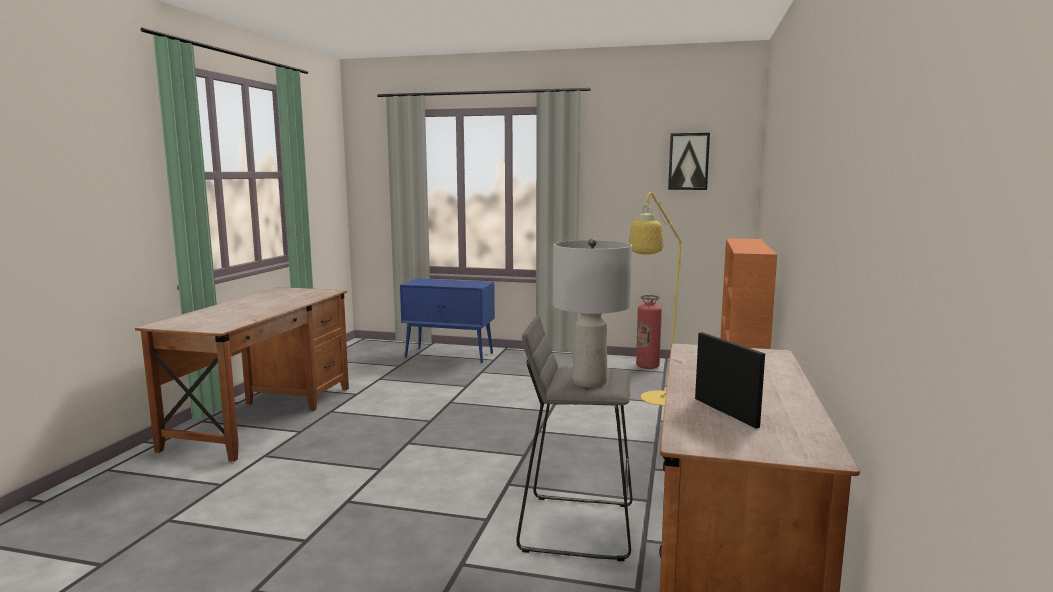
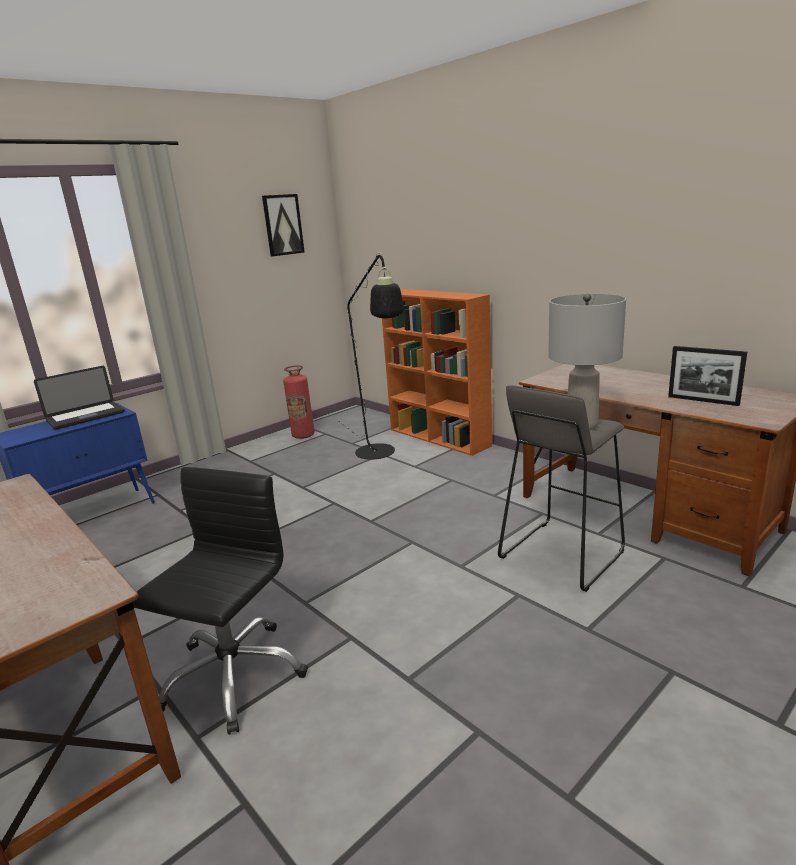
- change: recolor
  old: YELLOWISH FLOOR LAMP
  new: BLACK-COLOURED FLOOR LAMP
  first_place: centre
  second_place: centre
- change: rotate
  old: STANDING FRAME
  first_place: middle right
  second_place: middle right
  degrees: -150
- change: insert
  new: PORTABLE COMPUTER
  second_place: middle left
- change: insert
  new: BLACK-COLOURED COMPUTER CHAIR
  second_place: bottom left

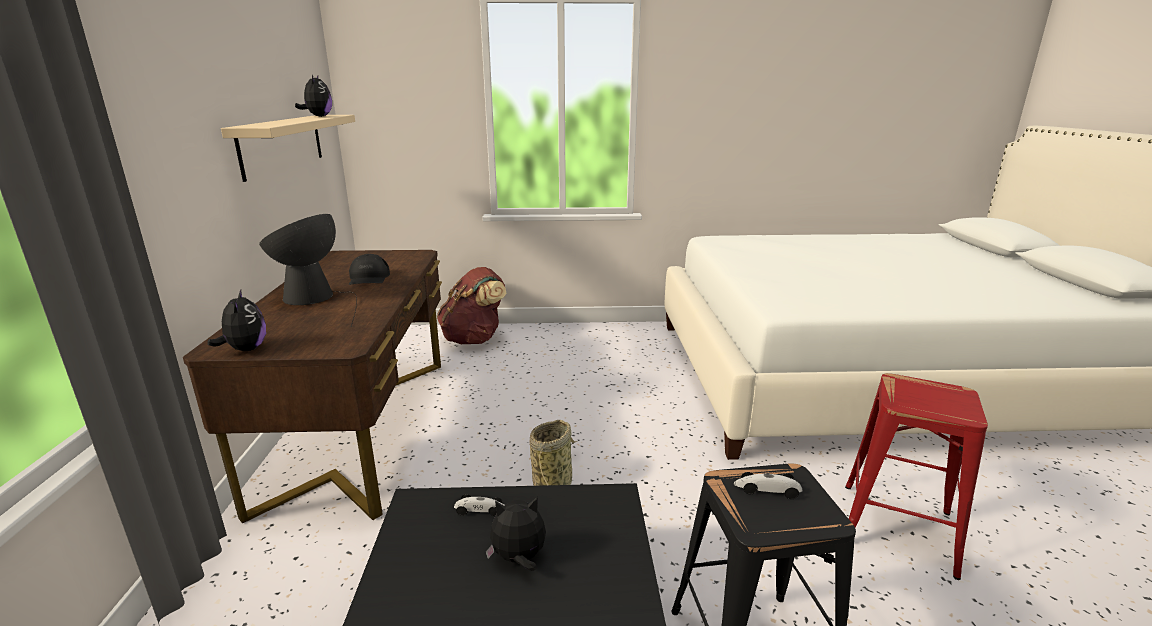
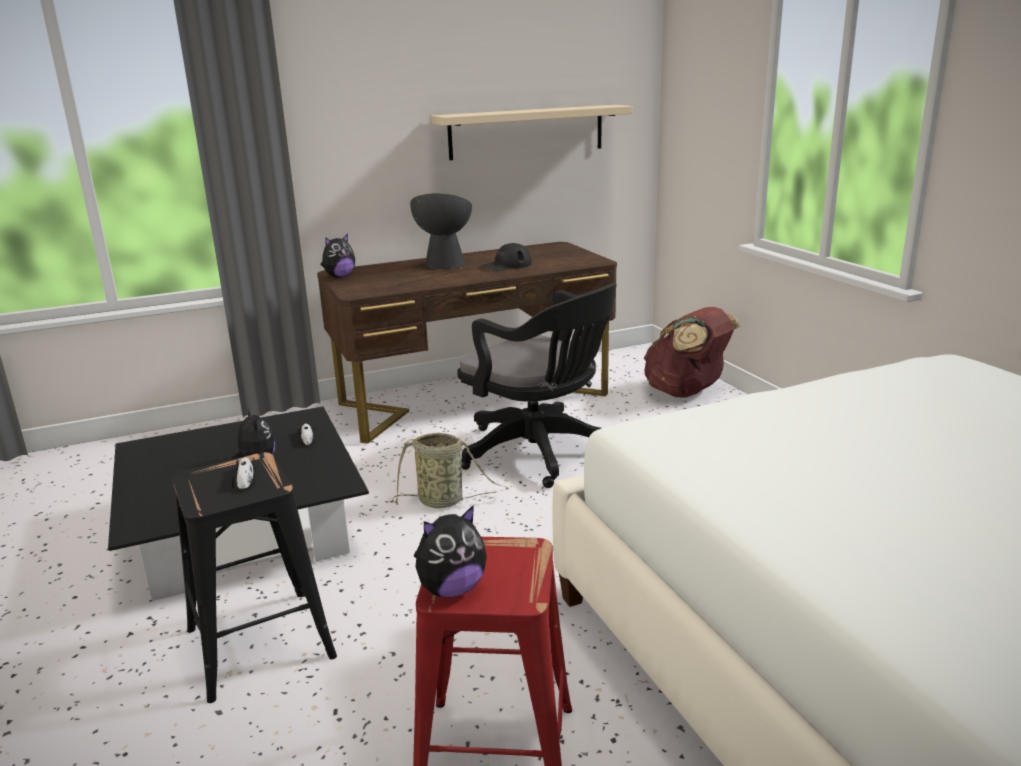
- change: move
  old: CUDDLY TOY (2nd from left in the first image)
  new: CUDDLY TOY (3rd from left)
  first_place: top left
  second_place: bottom centre
- change: insert
  new: BLACK-COLOURED COMPUTER CHAIR
  second_place: centre

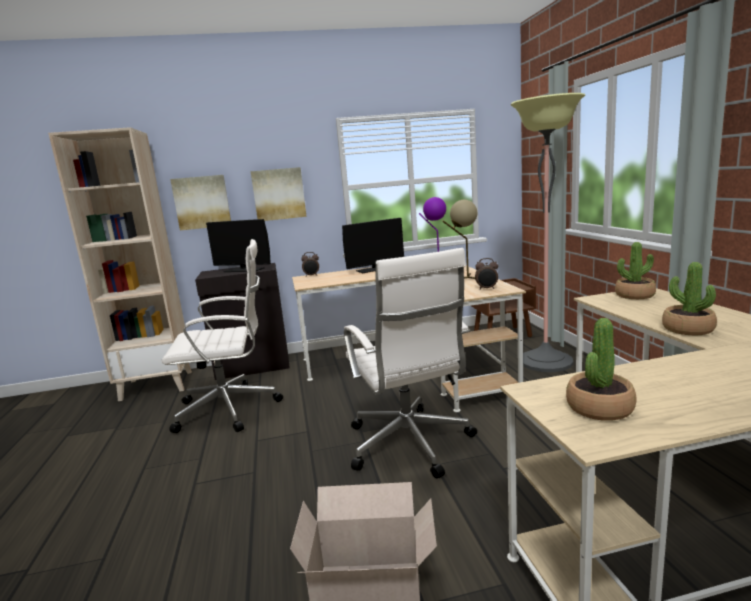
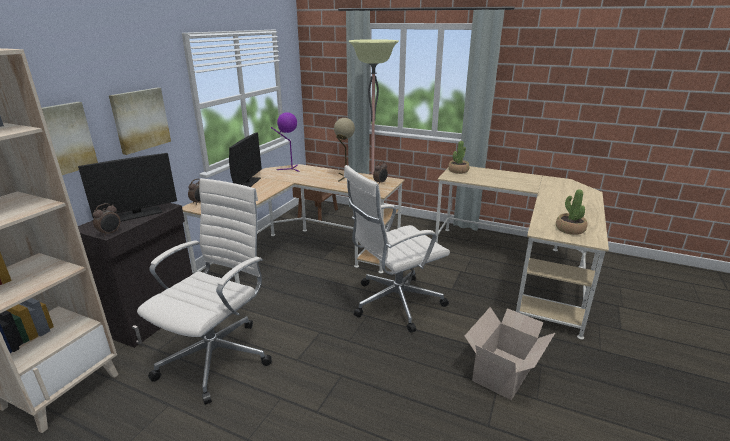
- change: rotate
  old: WHITE COMPUTER CHAIR (2nd from left)
  first_place: centre
  second_place: centre
  degrees: 135
- change: delete
  old: PLANT IN A POT (3rd from left)
  first_place: middle right
- change: insert
  new: TABLE CLOCK (1st from left)
  second_place: middle left

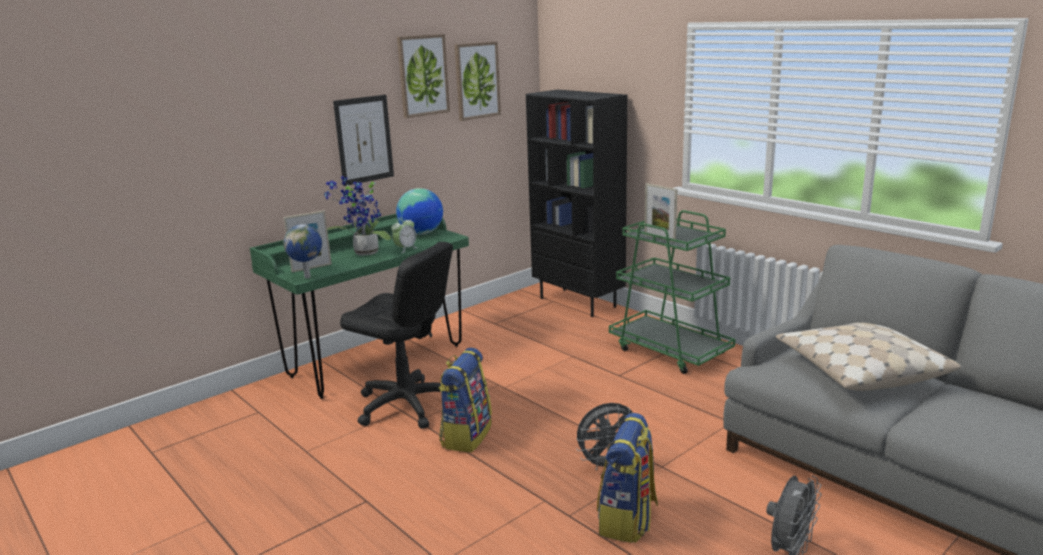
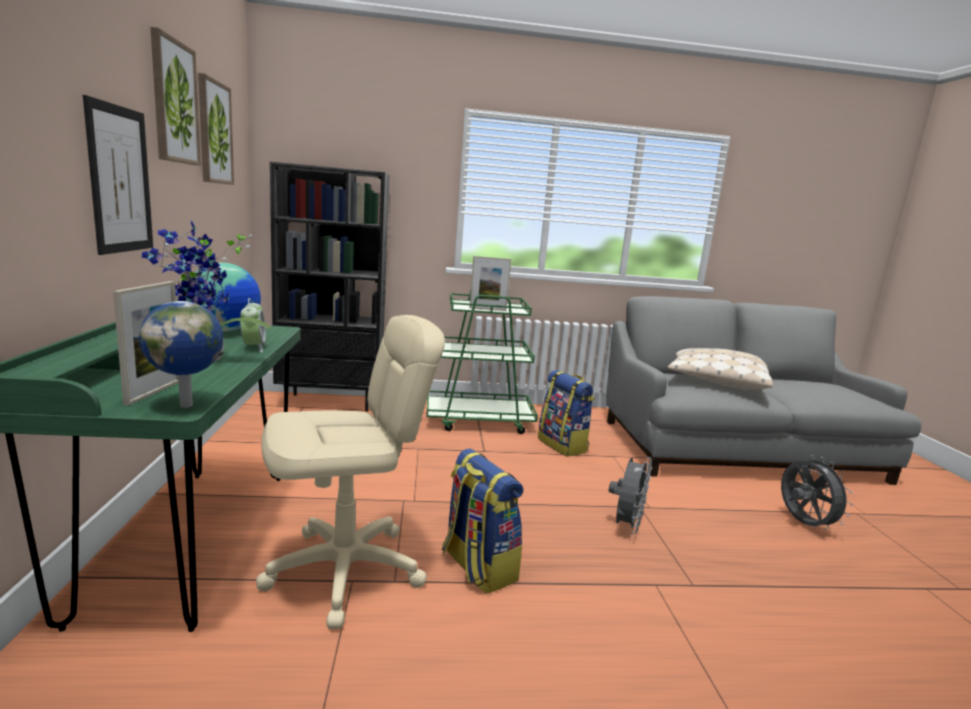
- change: recolor
  old: BLACK-COLOURED COMPUTER CHAIR
  new: SAND-COLOURED COMPUTER CHAIR
  first_place: centre
  second_place: centre
- change: move
  old: KNAPSACK (2nd from left)
  first_place: bottom centre
  second_place: centre

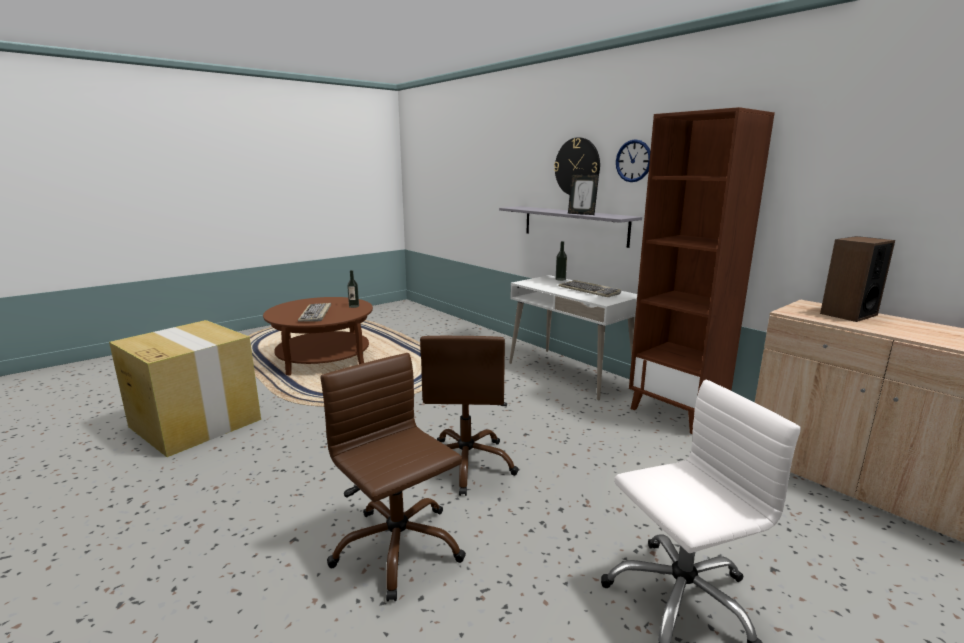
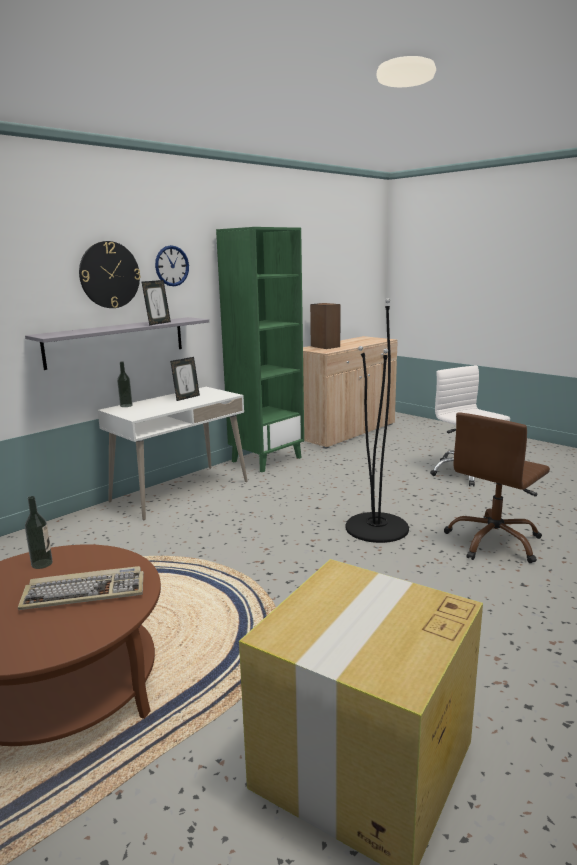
- change: recolor
  old: BROWN BOOKCASE
  new: GREENISH BOOKCASE
  first_place: middle right
  second_place: centre
- change: replace
  old: KEYBOARD (2nd from left)
  new: STANDING FRAME (2nd from left)
  first_place: centre
  second_place: middle left
- change: replace
  old: BROWN COMPUTER CHAIR (2nd from left)
  new: BLACK-COLOURED FLOOR LAMP
  first_place: centre
  second_place: centre

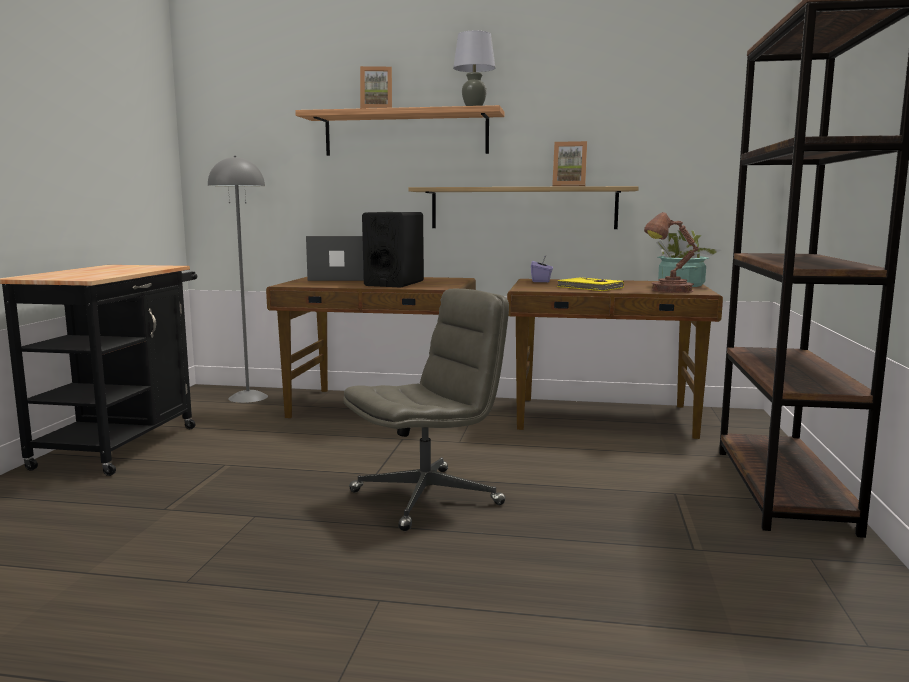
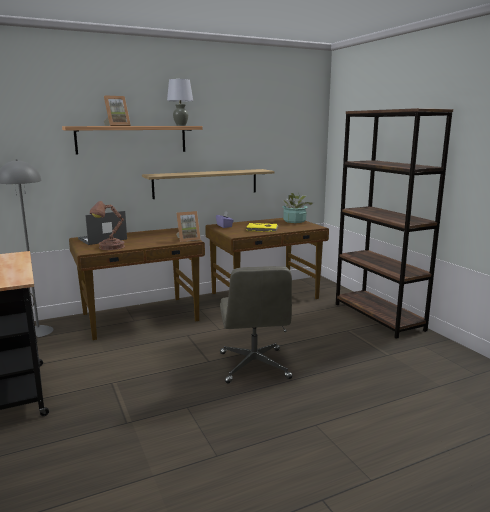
- change: move
  old: STANDING FRAME (2nd from left)
  first_place: top centre
  second_place: centre
- change: delete
  old: BLACK-COLOURED LOUDSPEAKER
  first_place: centre
- change: move
  old: BROWN LAMP FOR A TABLE
  first_place: middle right
  second_place: middle left
- change: rotate
  old: GREY COMPUTER CHAIR
  first_place: centre
  second_place: centre
  degrees: 150

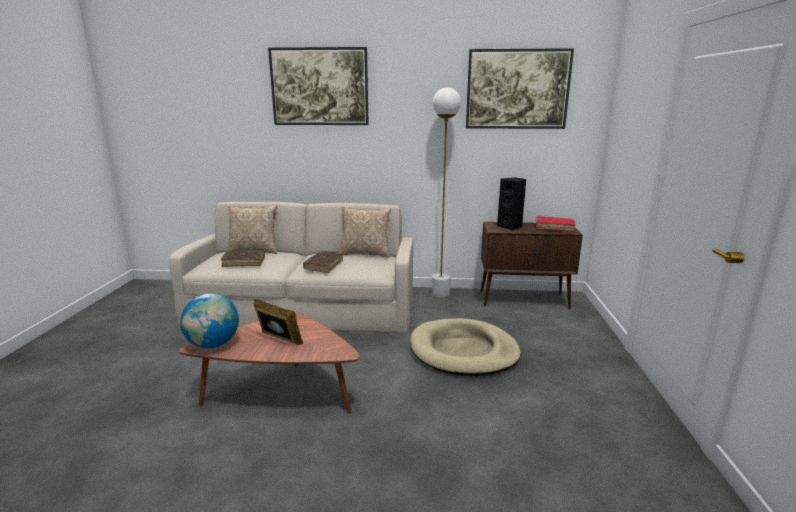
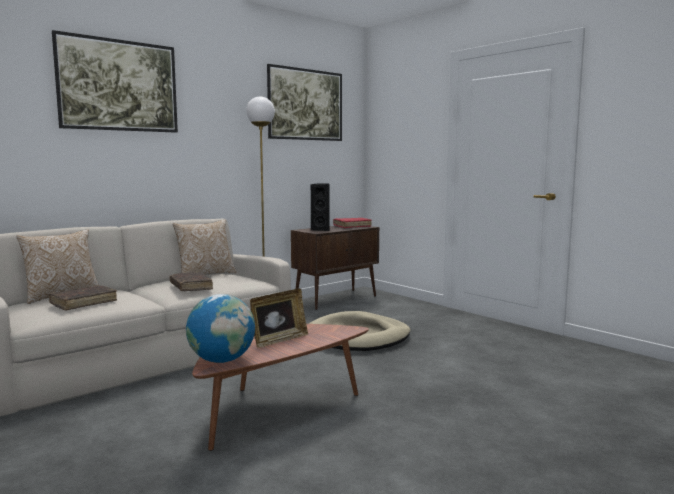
- change: rotate
  old: STANDING FRAME
  first_place: centre
  second_place: centre
  degrees: 150

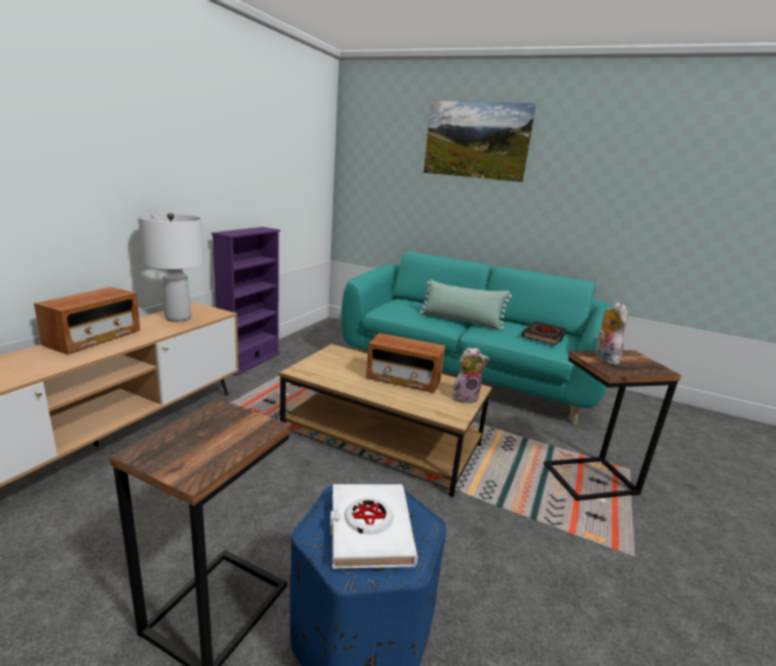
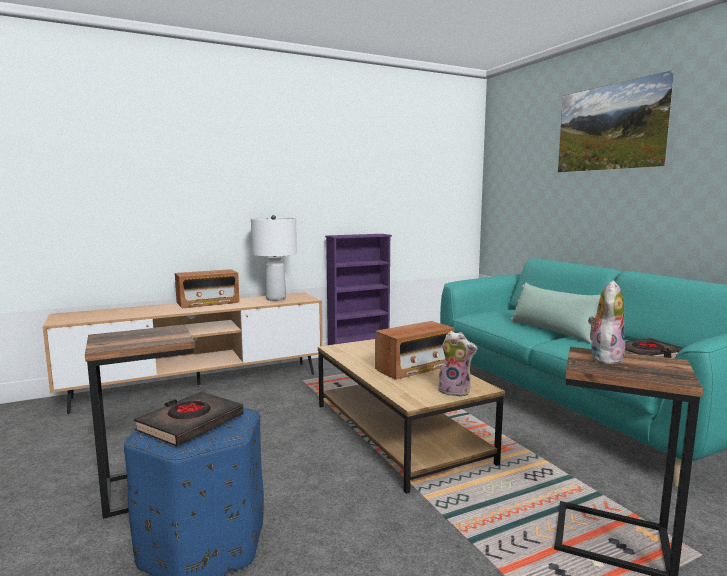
- change: rotate
  old: RADIO SET (2nd from left)
  first_place: centre
  second_place: centre
  degrees: -90
- change: recolor
  old: WHITE BOUND BOOK
  new: BLACK-COLOURED BOUND BOOK (1st from left)
  first_place: bottom centre
  second_place: bottom left

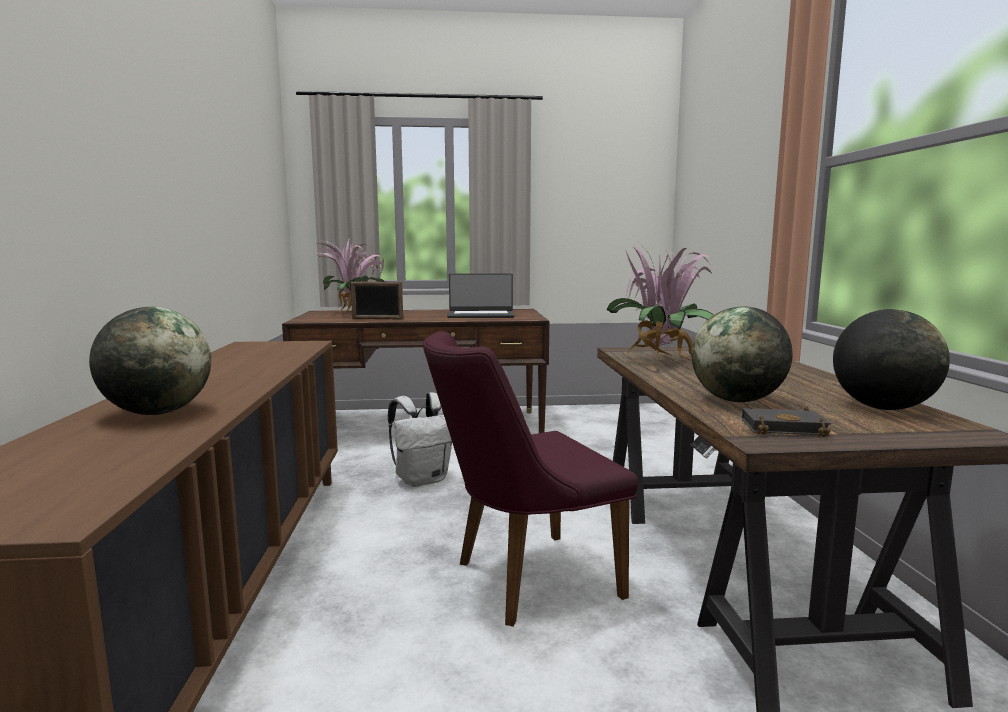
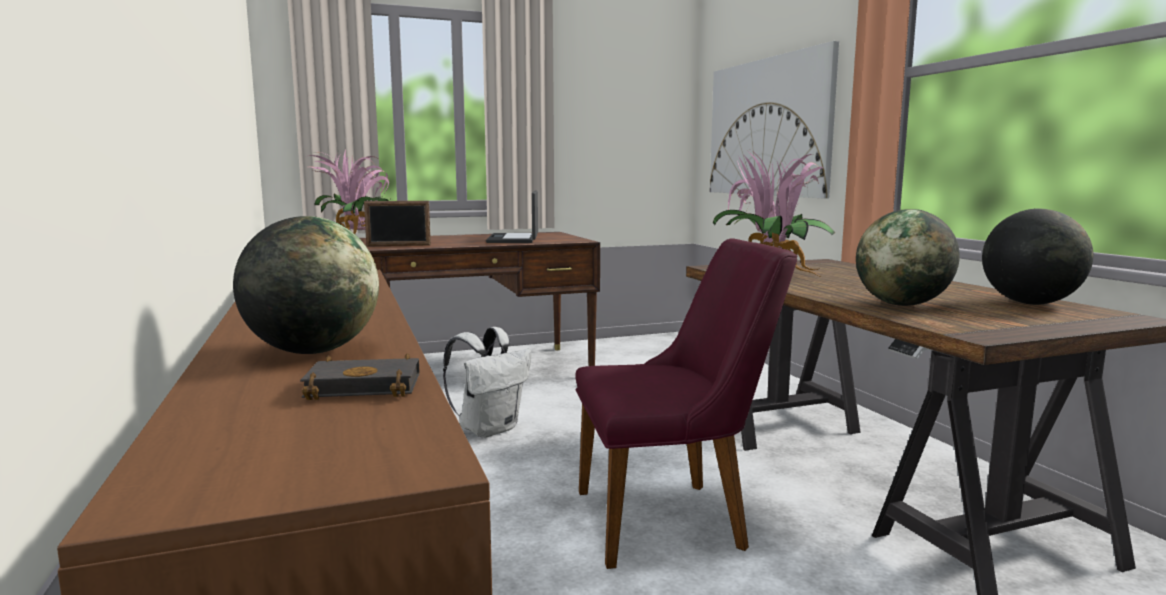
- change: rotate
  old: PORTABLE COMPUTER
  first_place: centre
  second_place: centre
  degrees: 105
- change: rotate
  old: PURPLE-COLOURED UPRIGHT CHAIR
  first_place: bottom centre
  second_place: bottom centre
  degrees: -150
- change: move
  old: BLACK-COLOURED BOUND BOOK
  first_place: middle right
  second_place: middle left
- change: insert
  new: WALL PICTURE
  second_place: top centre

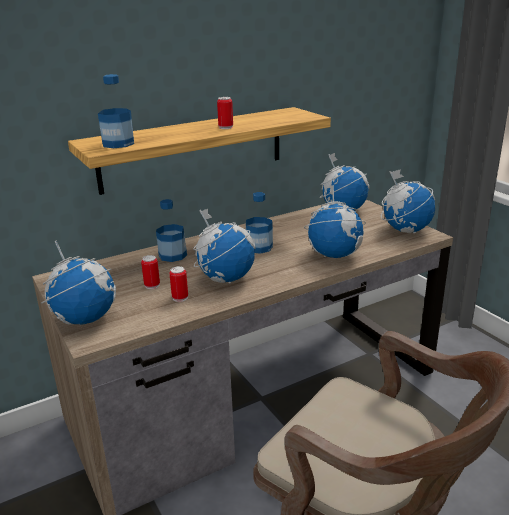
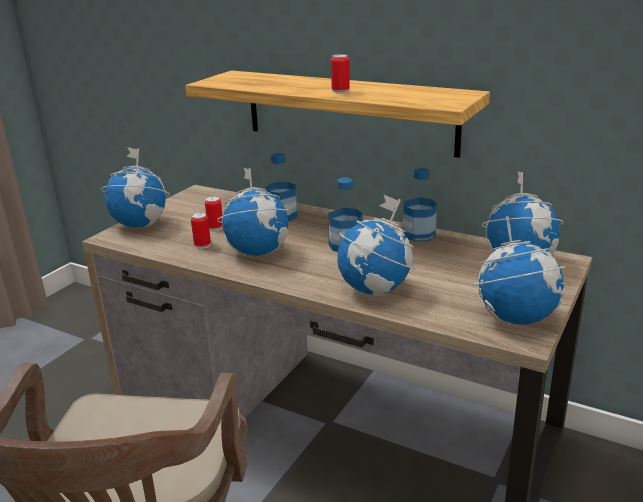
- change: move
  old: DRINK BOTTLE (1st from left in the first image)
  new: DRINK BOTTLE (3rd from left)
  first_place: top left
  second_place: centre

